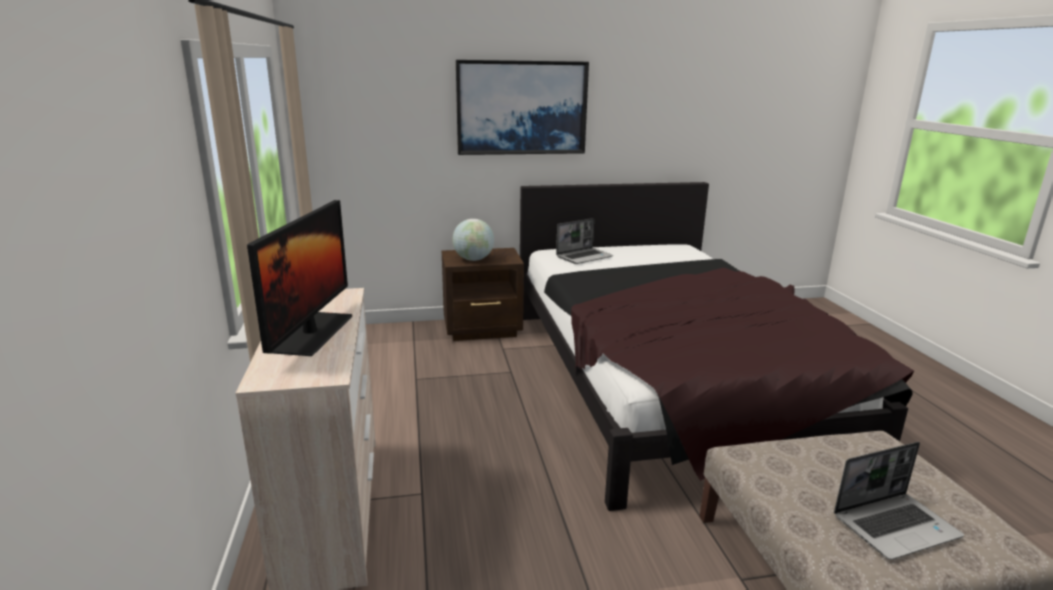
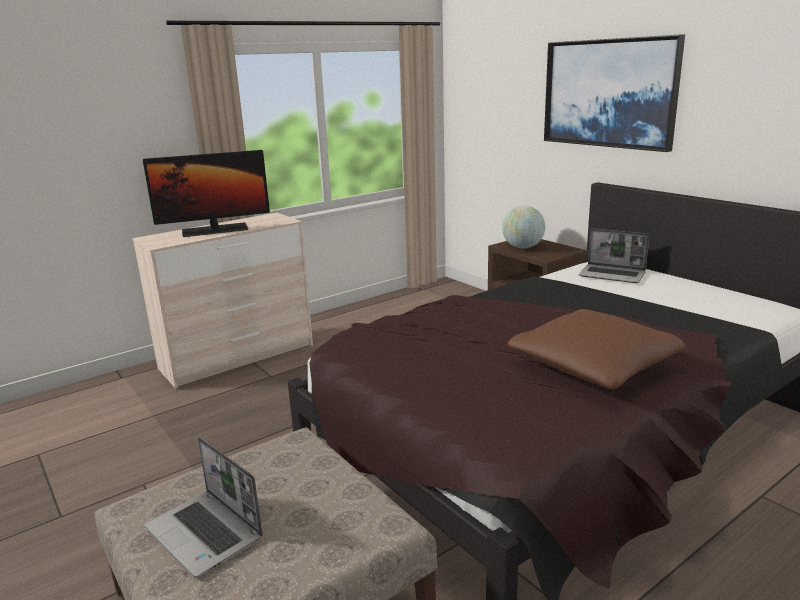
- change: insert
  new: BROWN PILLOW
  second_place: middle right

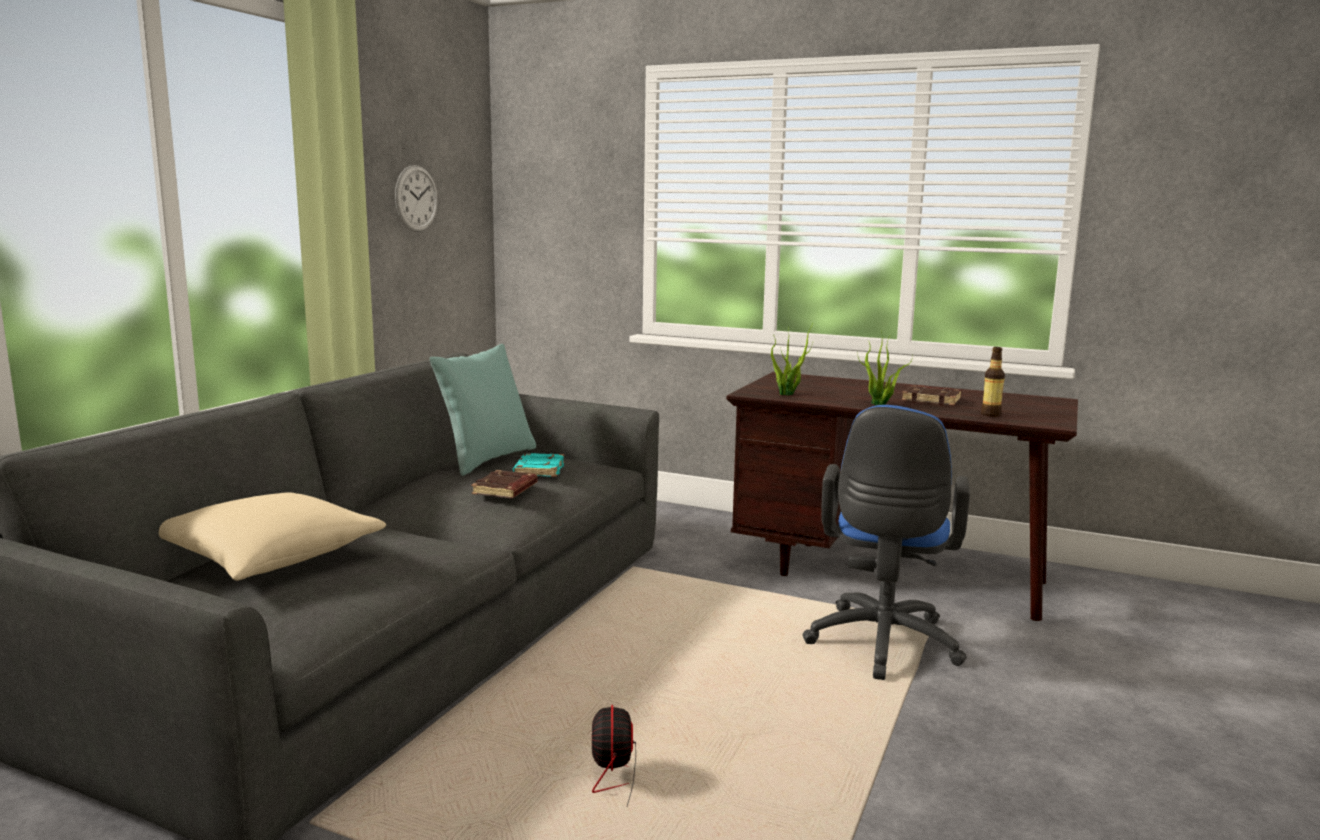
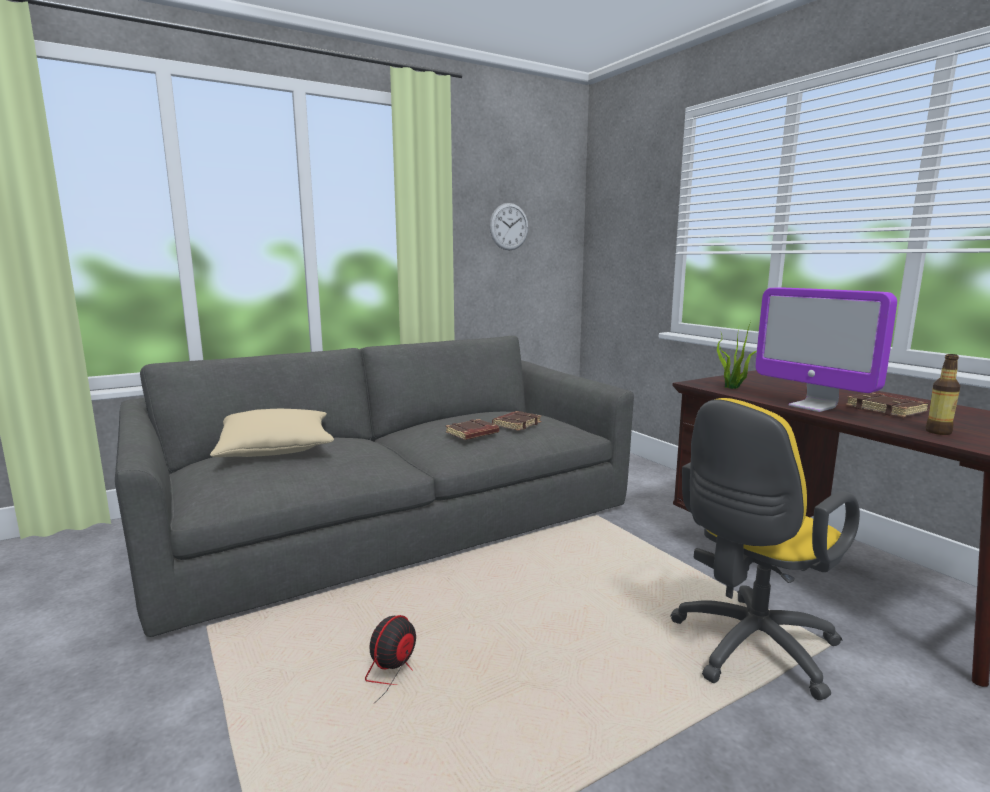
- change: replace
  old: PLANT IN A POT (2nd from left)
  new: COMPUTER DISPLAY
  first_place: middle right
  second_place: middle right
- change: delete
  old: BLUE-GREEN PILLOW
  first_place: centre
- change: recolor
  old: BLUISH COMPUTER CHAIR
  new: YELLOWISH COMPUTER CHAIR
  first_place: middle right
  second_place: bottom right
- change: recolor
  old: BLUE-GREEN BOUND BOOK
  new: BROWN BOUND BOOK (2nd from left)
  first_place: centre
  second_place: centre

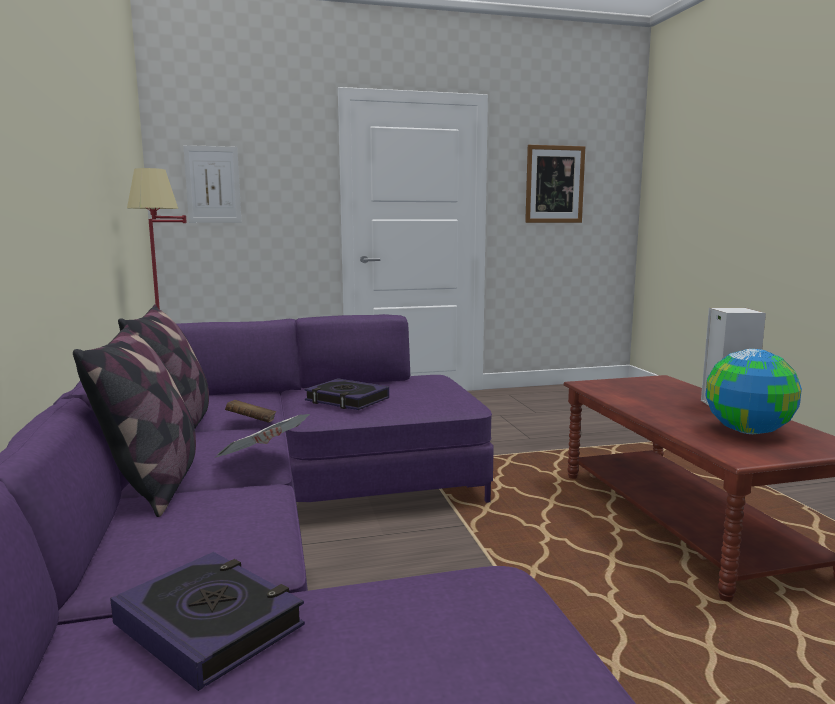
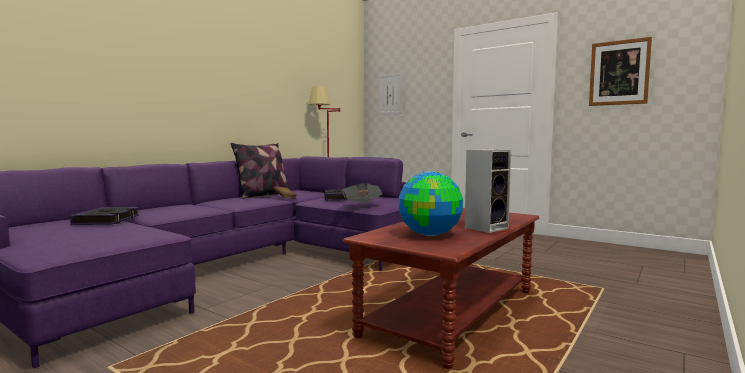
- change: delete
  old: PILLOW (1st from left)
  first_place: middle left
- change: move
  old: DAILY PAPER
  first_place: middle left
  second_place: centre

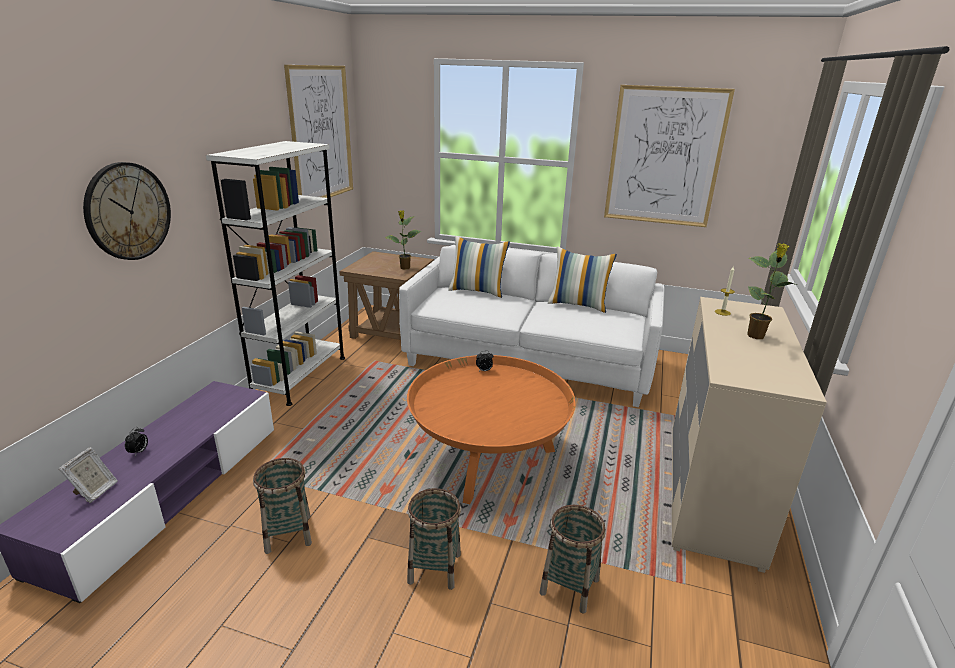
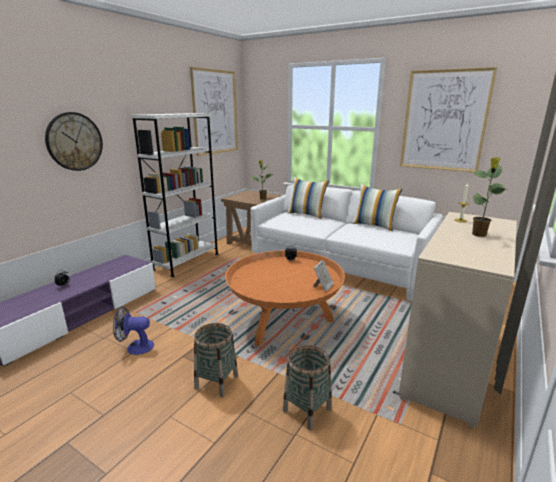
- change: move
  old: STANDING FRAME
  first_place: bottom left
  second_place: centre
- change: replace
  old: BASKET (1st from left)
  new: FAN
  first_place: bottom left
  second_place: bottom left

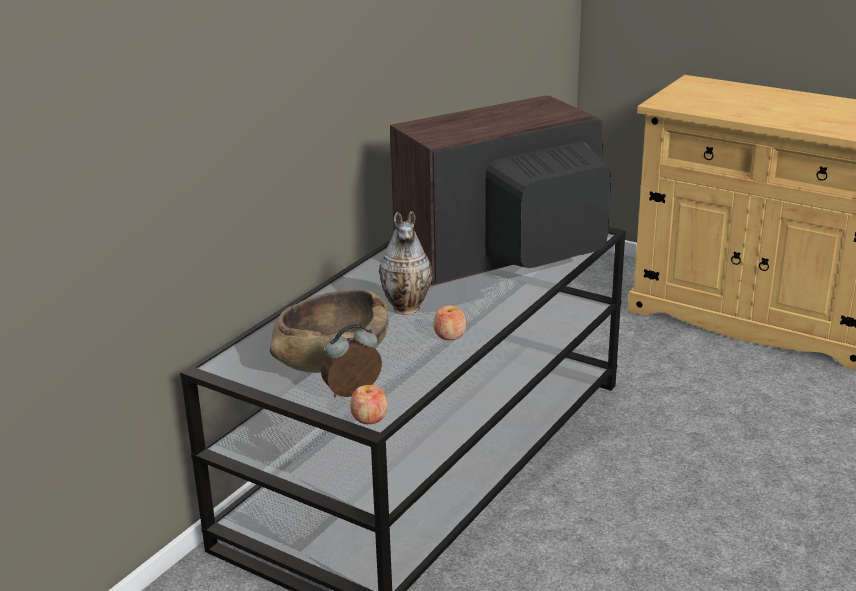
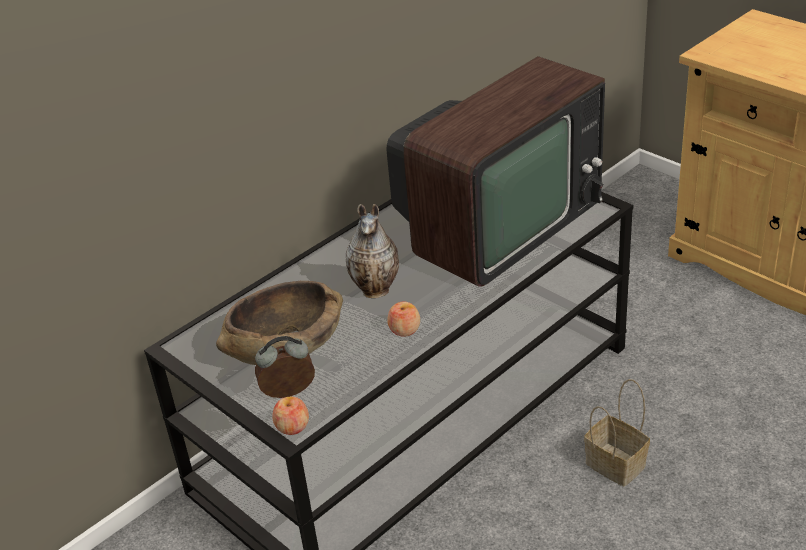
- change: rotate
  old: TV SET
  first_place: top centre
  second_place: top centre
  degrees: 150
- change: insert
  new: BASKET
  second_place: bottom right

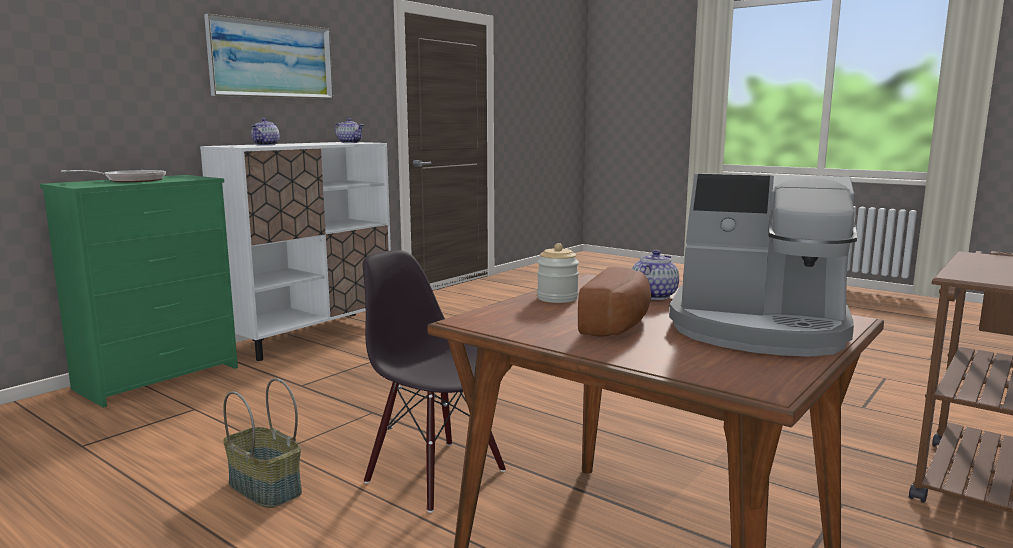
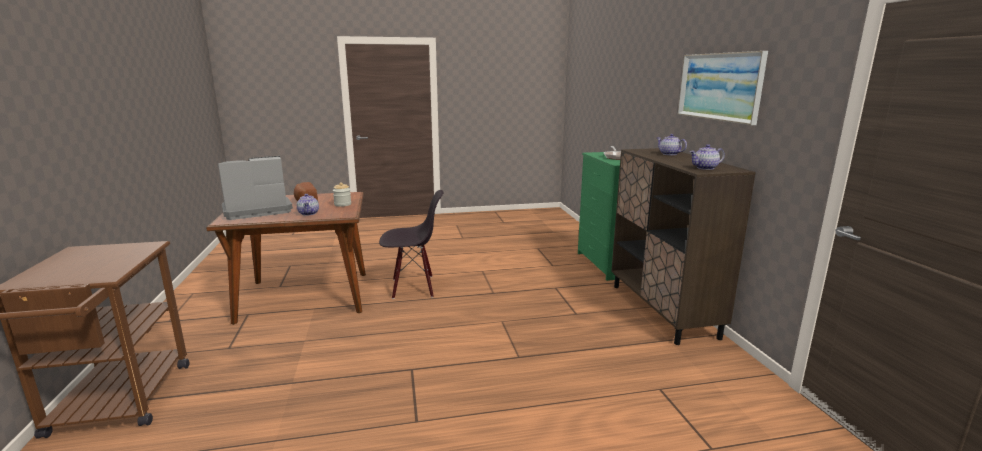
- change: recolor
  old: WHITE CABINET
  new: BROWN CABINET
  first_place: middle left
  second_place: middle right
- change: delete
  old: BASKET
  first_place: bottom left

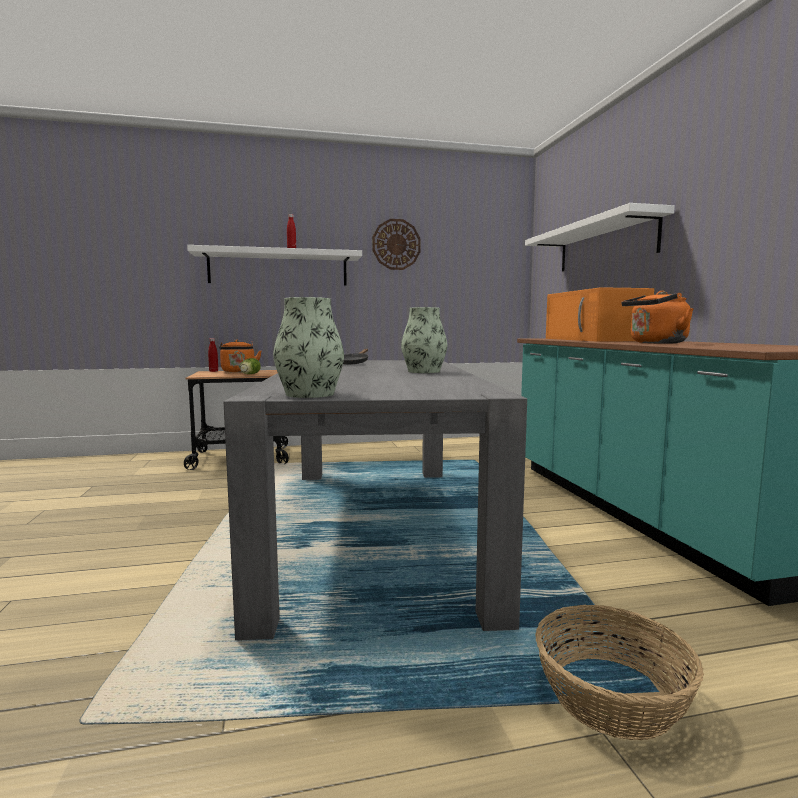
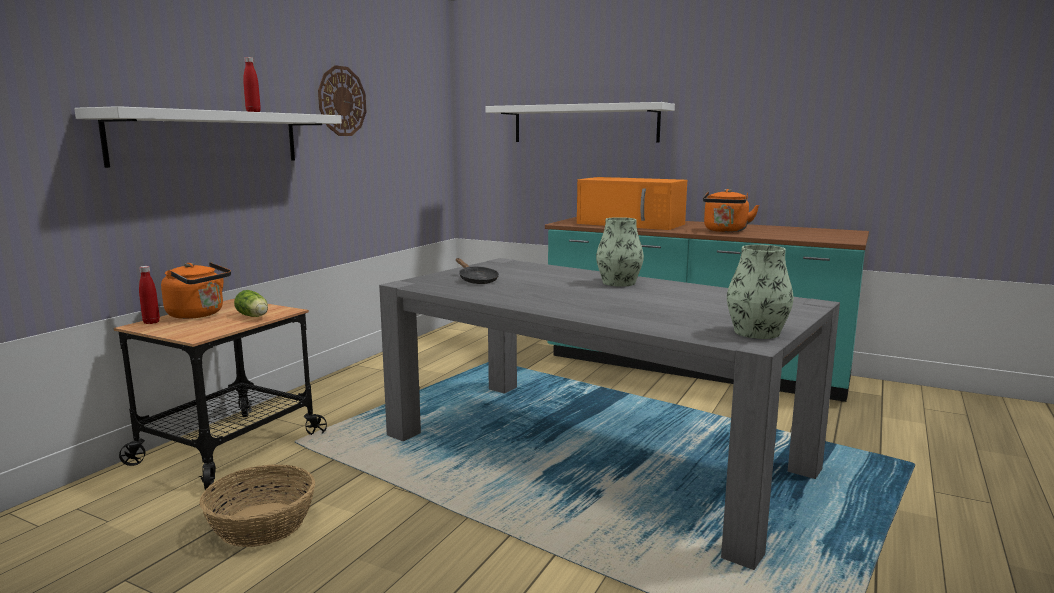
- change: move
  old: BASKET
  first_place: bottom right
  second_place: bottom left

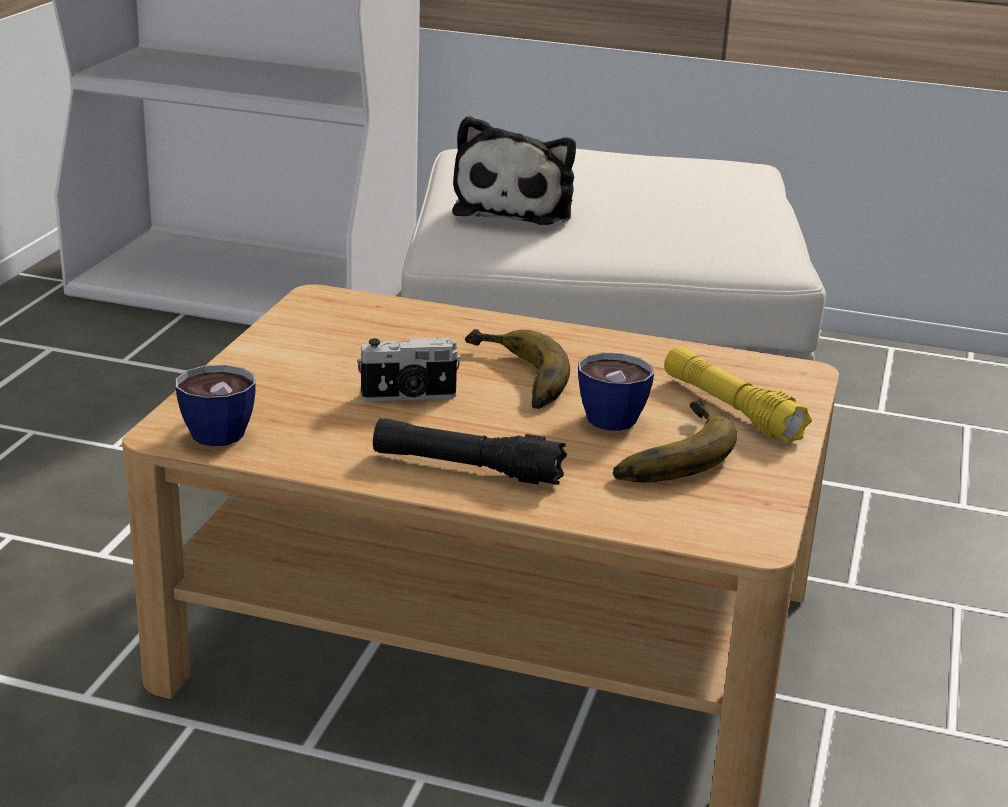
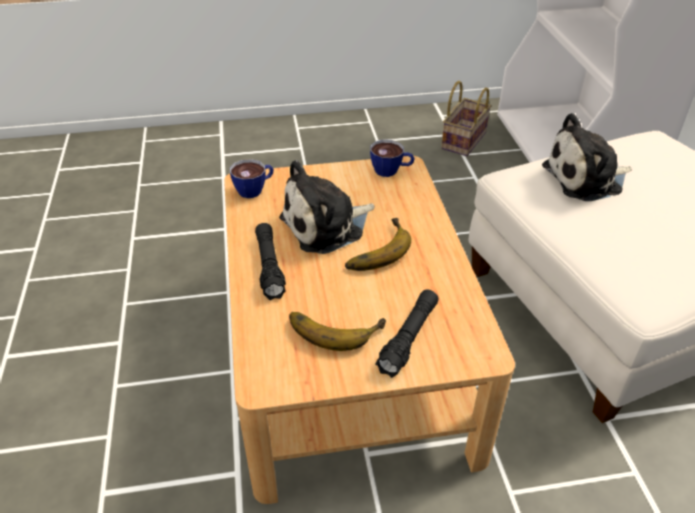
- change: replace
  old: STILL CAMERA
  new: CUDDLY TOY (1st from left)
  first_place: centre
  second_place: centre
- change: recolor
  old: YELLOWISH TORCH
  new: BLACK-COLOURED TORCH (2nd from left)
  first_place: middle right
  second_place: centre
- change: move
  old: CUP (2nd from left)
  first_place: centre
  second_place: top centre
- change: insert
  new: BASKET
  second_place: top right

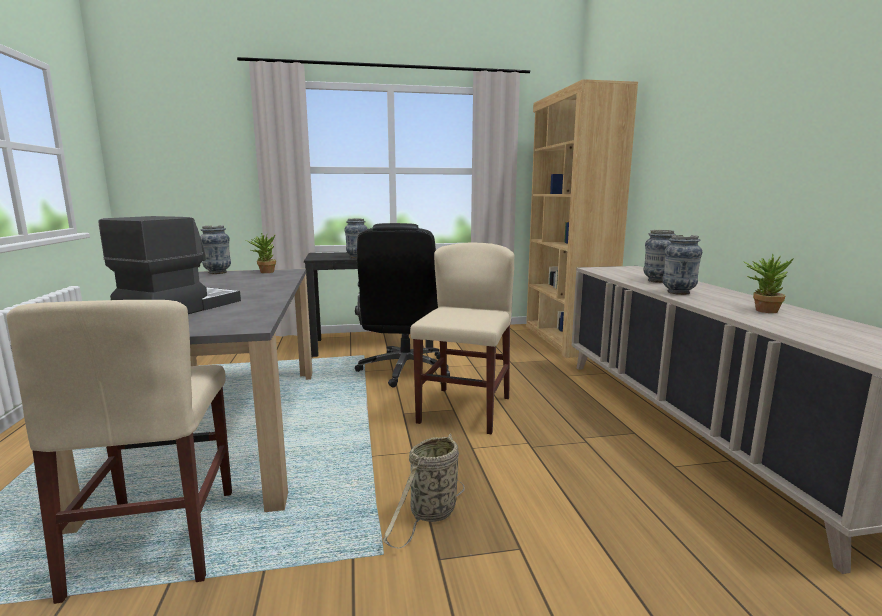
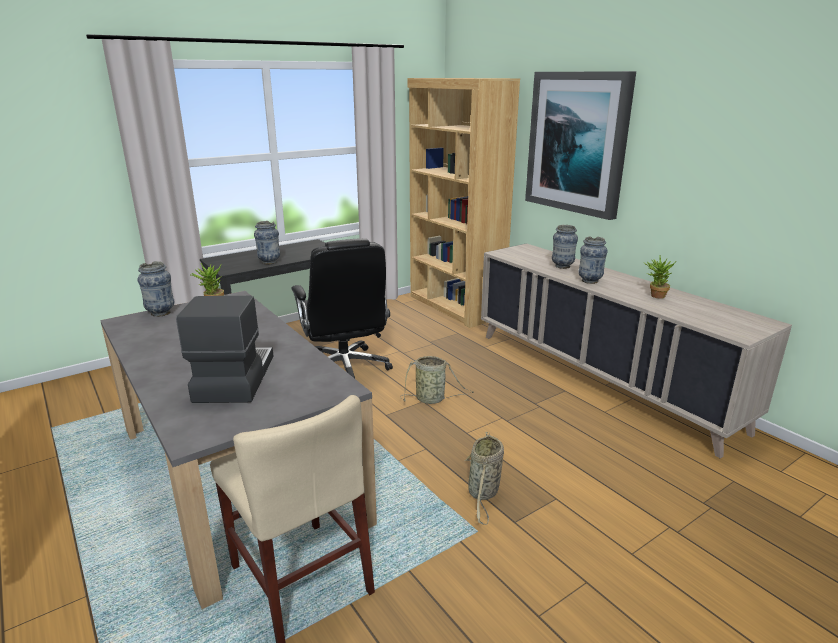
- change: replace
  old: SAND-COLOURED UPRIGHT CHAIR (2nd from left)
  new: BASKET (1st from left)
  first_place: centre
  second_place: centre
- change: insert
  new: WALL PICTURE
  second_place: top right

